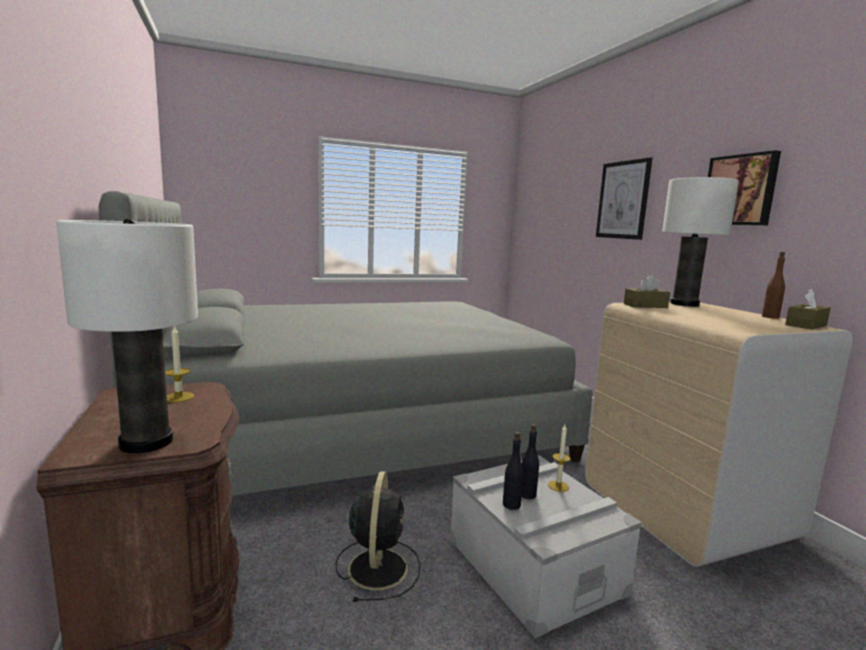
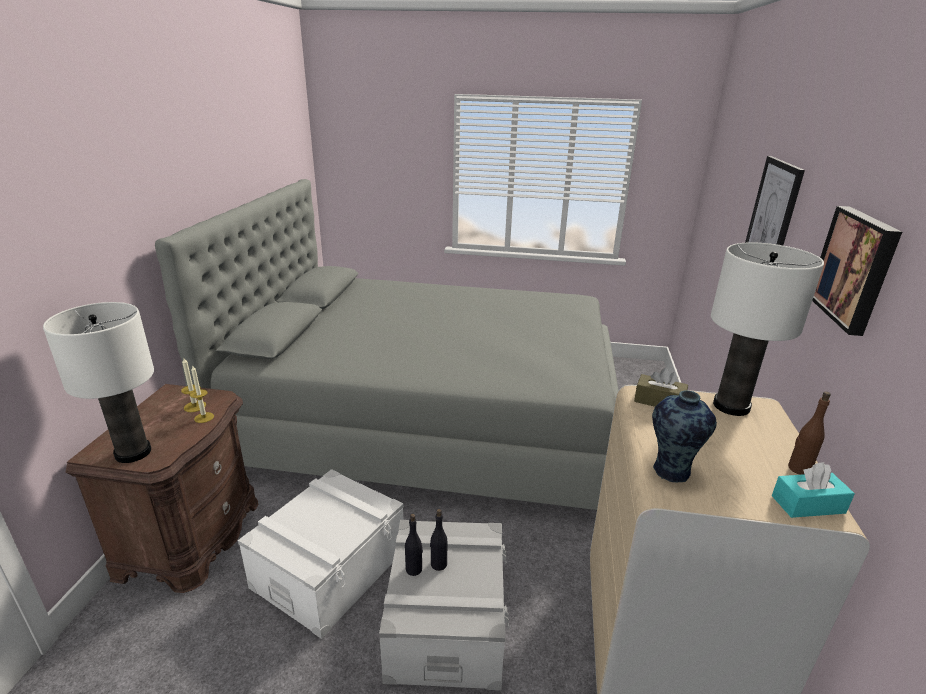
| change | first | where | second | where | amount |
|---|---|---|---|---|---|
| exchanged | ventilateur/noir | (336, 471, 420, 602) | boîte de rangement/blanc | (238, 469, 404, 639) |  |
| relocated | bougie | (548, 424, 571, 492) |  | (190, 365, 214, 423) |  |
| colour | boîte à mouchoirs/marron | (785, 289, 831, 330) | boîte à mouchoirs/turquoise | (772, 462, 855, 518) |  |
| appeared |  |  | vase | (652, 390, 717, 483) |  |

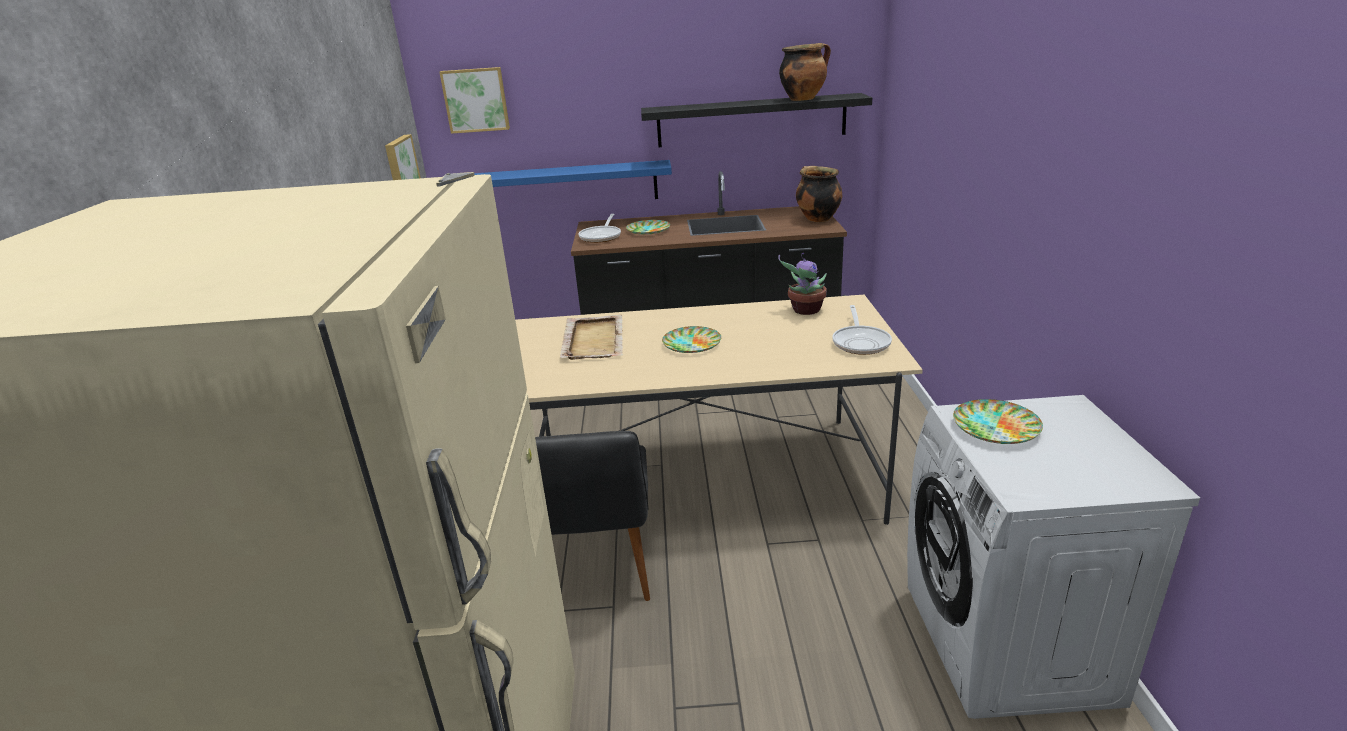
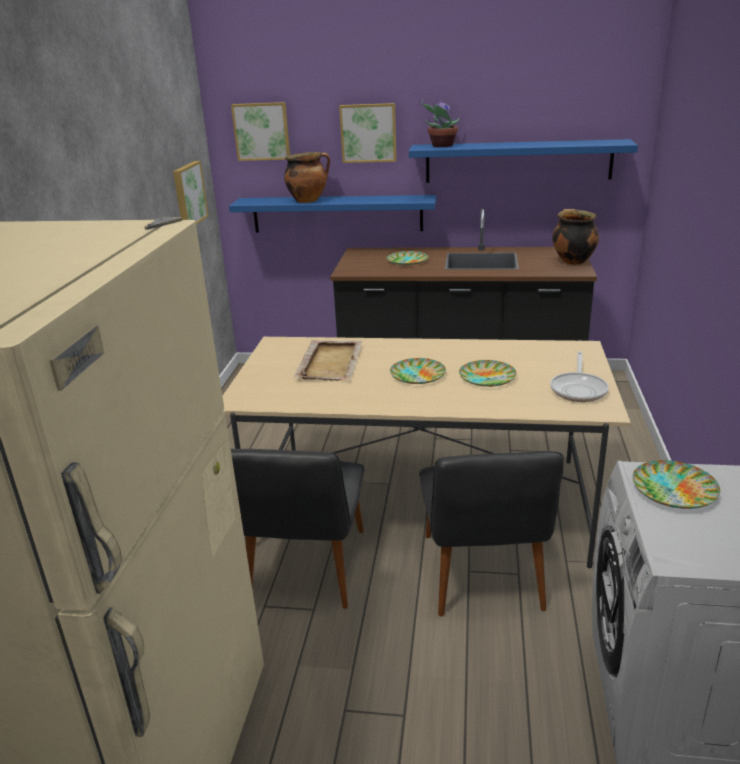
| change | first | where | second | where | amount |
|---|---|---|---|---|---|
| missing | poêle | (579, 214, 621, 243) |  |  |  |
| colour | étagère/noir | (641, 93, 872, 147) | étagère/bleu | (409, 139, 638, 183) |  |
| relocated | plante en pot | (778, 253, 827, 315) |  | (422, 95, 460, 147) |  |
| relocated | marmite | (779, 43, 831, 101) |  | (284, 152, 330, 203) |  |
| appeared |  |  | tableau | (339, 103, 397, 163) |  |
| appeared |  |  | chaise/noir | (419, 451, 564, 617) |  |
| appeared |  |  | assiette | (459, 360, 517, 387) |  |

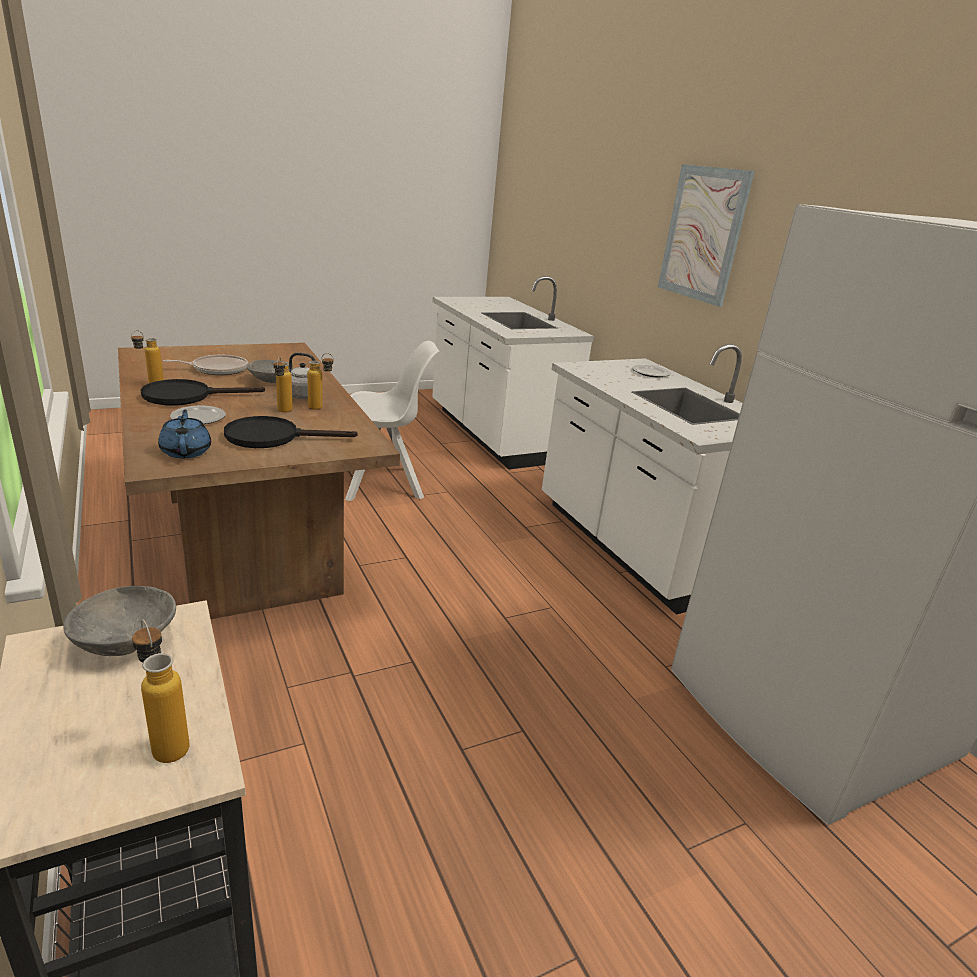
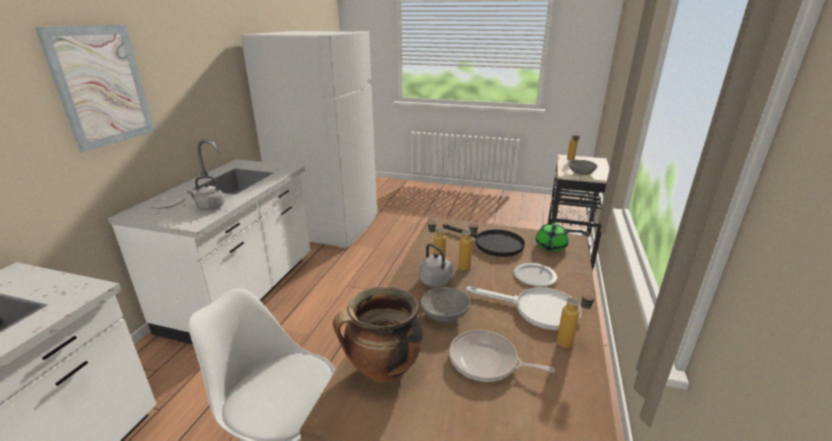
| change | first | where | second | where | amount |
|---|---|---|---|---|---|
| colour | poêle/noir | (140, 379, 265, 406) | poêle/blanc | (466, 286, 582, 330) |  |
| colour | théière/bleu | (158, 410, 211, 458) | théière/vert | (536, 222, 569, 252) |  |
| appeared |  |  | bouilloire/gris | (187, 176, 224, 210) |  |
| appeared |  |  | marmite | (333, 287, 423, 383) |  |

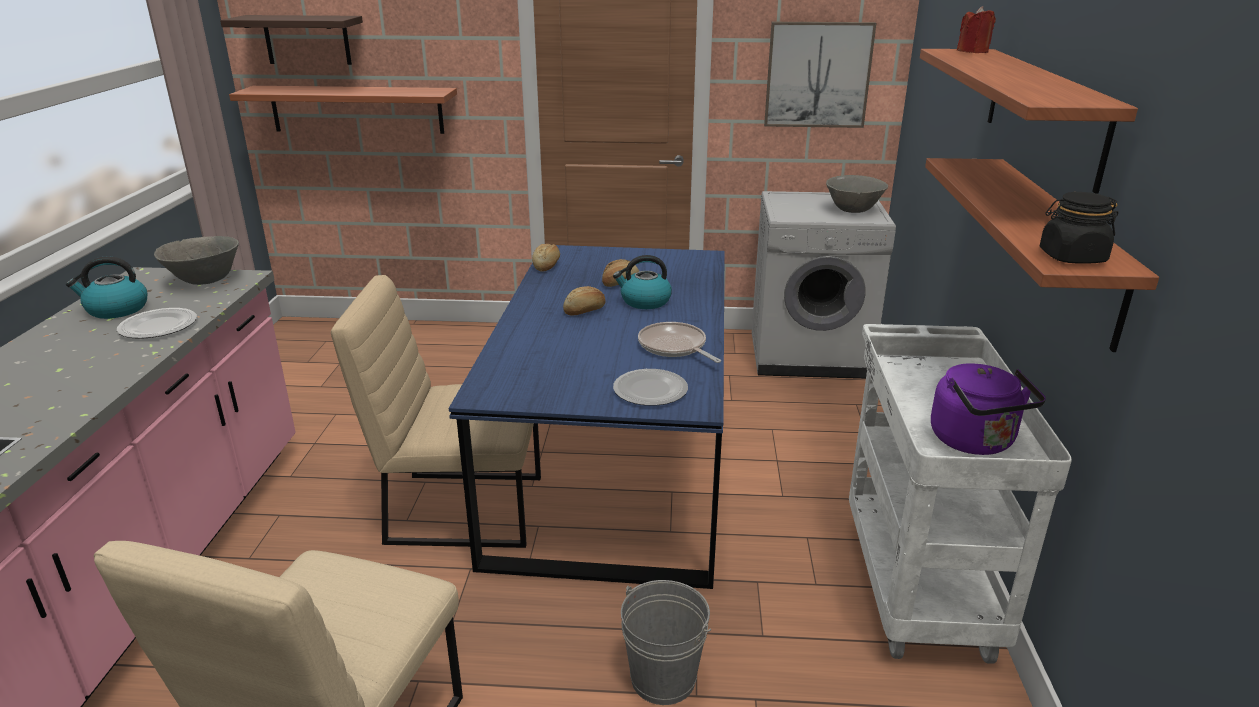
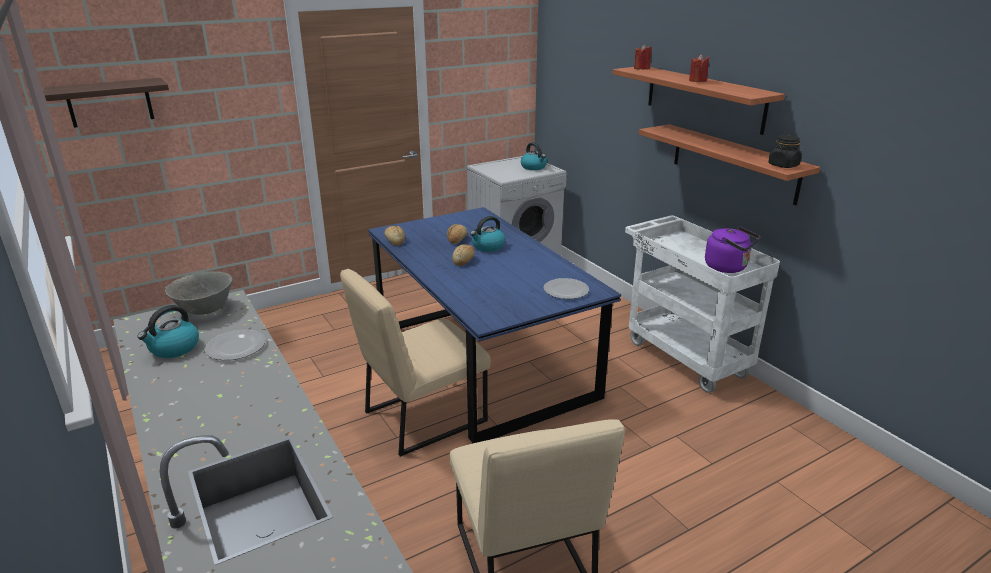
| change | first | where | second | where | amount |
|---|---|---|---|---|---|
| missing | étagère | (229, 86, 457, 134) |  |  |  |
| missing | seau/gris | (621, 580, 711, 705) |  |  |  |
| missing | poêle | (638, 322, 721, 363) |  |  |  |
| missing | tableau | (764, 22, 876, 128) |  |  |  |
| exchanged | bol/gris | (826, 175, 888, 213) | bouilloire | (521, 142, 547, 170) |  |
| appeared |  |  | bougie/rouge | (689, 54, 709, 82) |  |

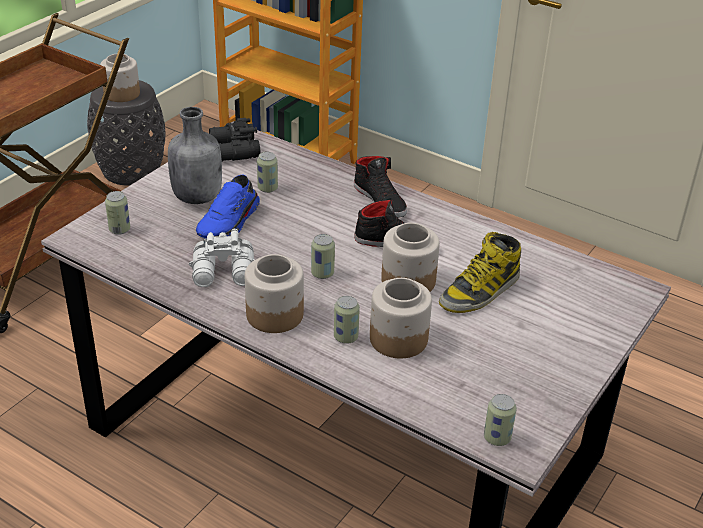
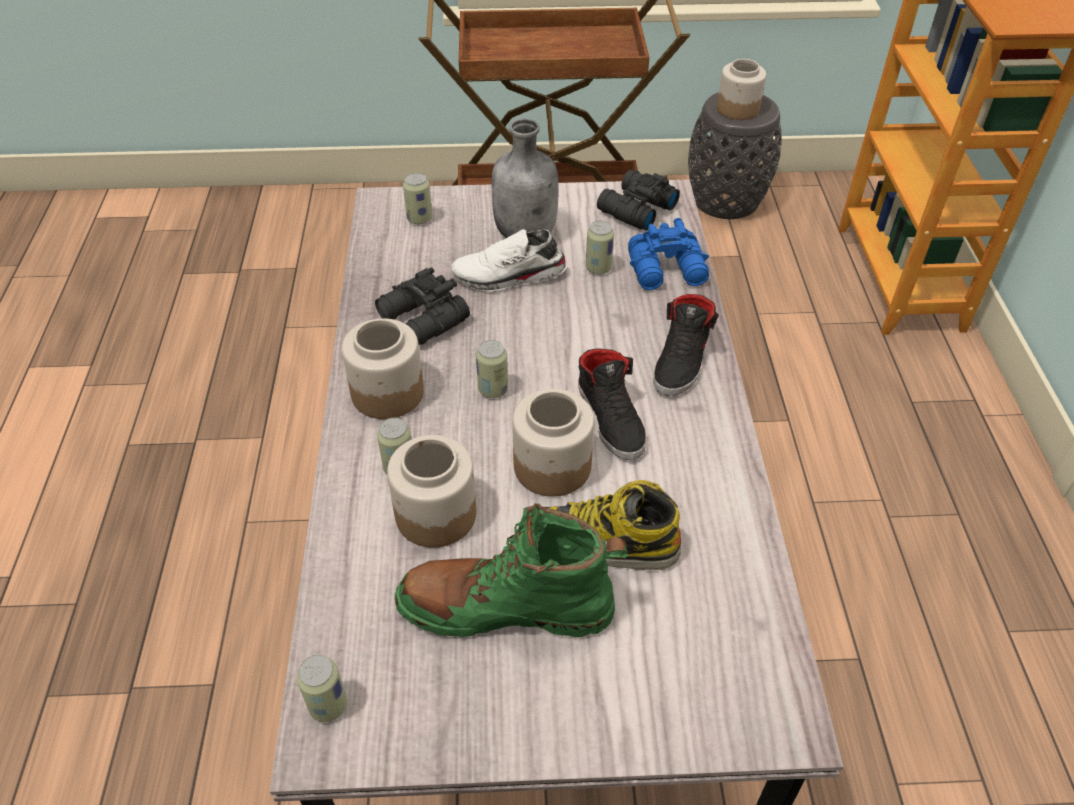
| change | first | where | second | where | amount |
|---|---|---|---|---|---|
| colour | jumelles/blanc | (189, 229, 255, 287) | jumelles/noir | (375, 267, 470, 345) |  |
| colour | chaussure/bleu | (196, 175, 260, 239) | chaussure/blanc | (451, 229, 567, 292) |  |
| appeared |  |  | botte/vert | (395, 503, 628, 637) |  |
| appeared |  |  | jumelles/bleu | (628, 218, 709, 290) |  |

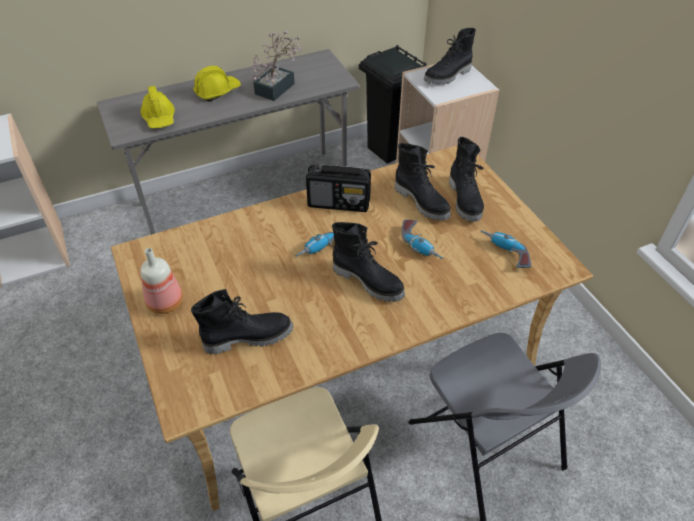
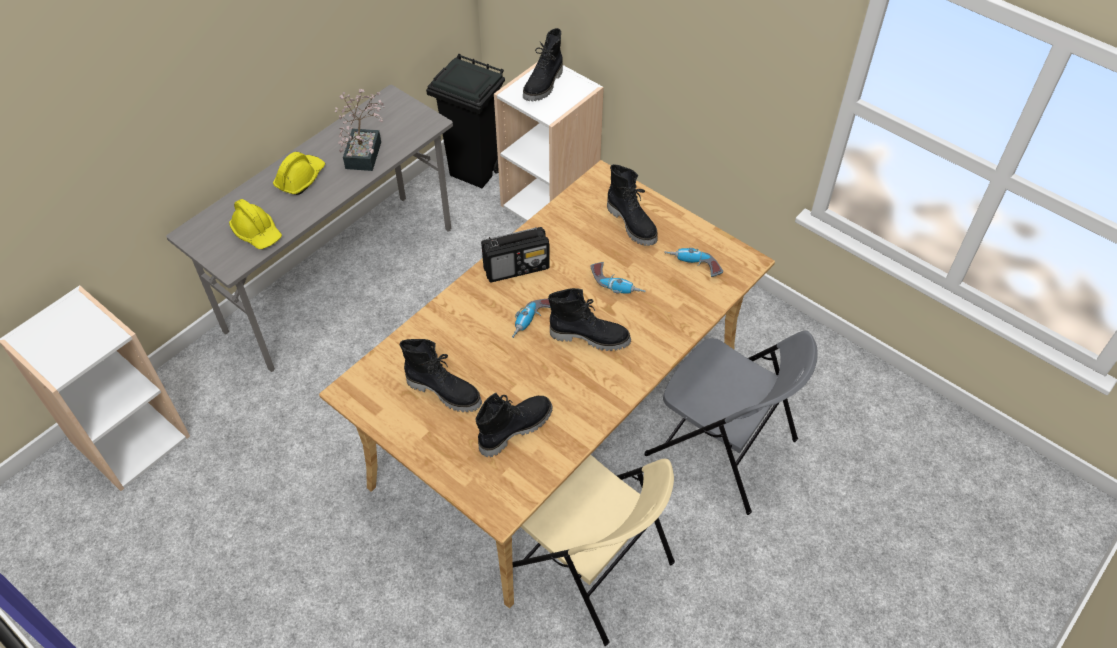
| change | first | where | second | where | amount |
|---|---|---|---|---|---|
| missing | bouteille | (140, 248, 183, 314) |  |  |  |
| relocated | botte/noir | (395, 143, 451, 221) |  | (400, 339, 482, 412) |  |

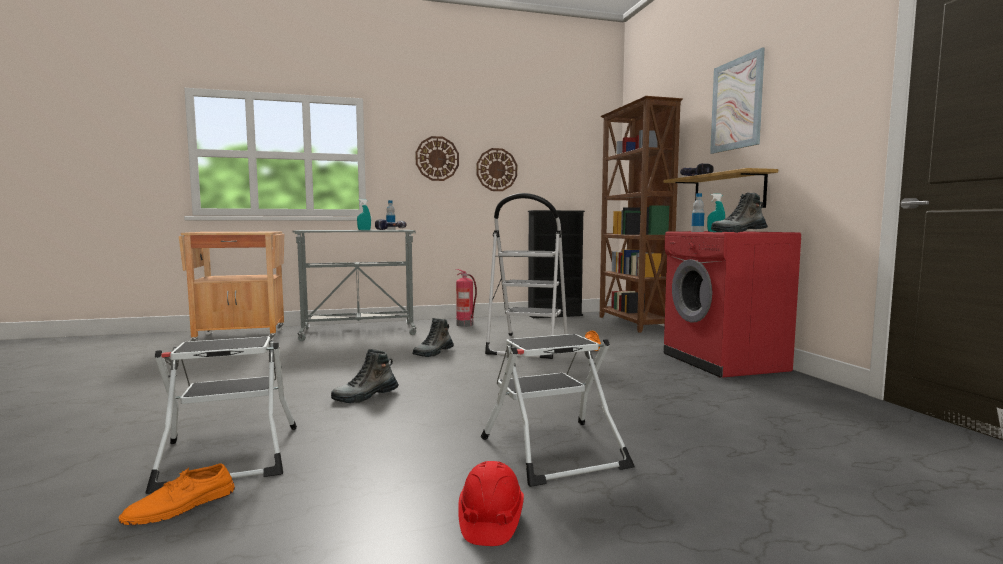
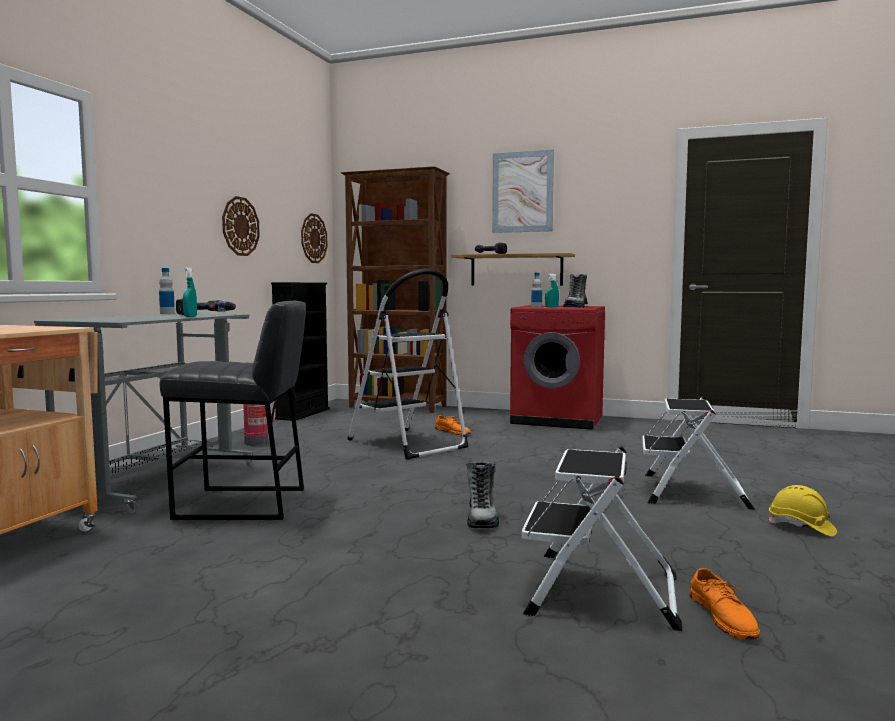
| change | first | where | second | where | amount |
|---|---|---|---|---|---|
| missing | botte | (413, 318, 454, 357) |  |  |  |
| relocated | horloge murale | (415, 136, 459, 181) |  | (301, 213, 327, 263) |  |
| colour | casque de chantier/rouge | (458, 461, 524, 546) | casque de chantier/jaune | (768, 485, 837, 537) |  |
| appeared |  |  | tabouret/gris | (160, 301, 306, 520) |  |

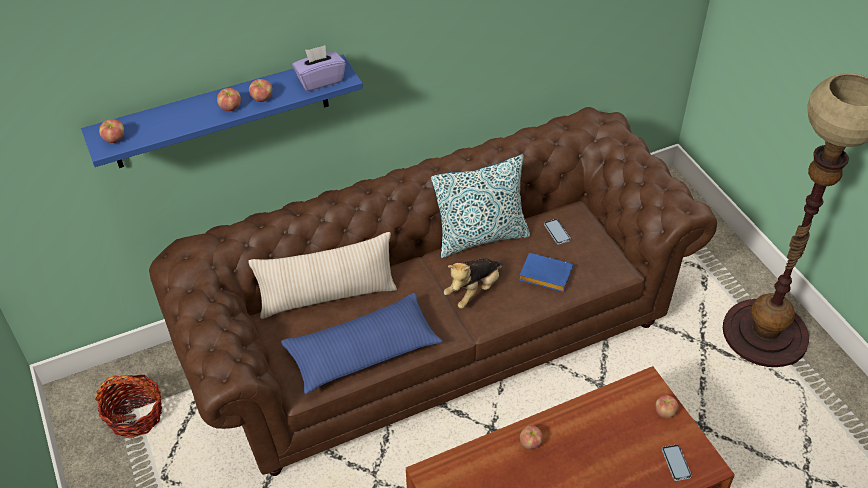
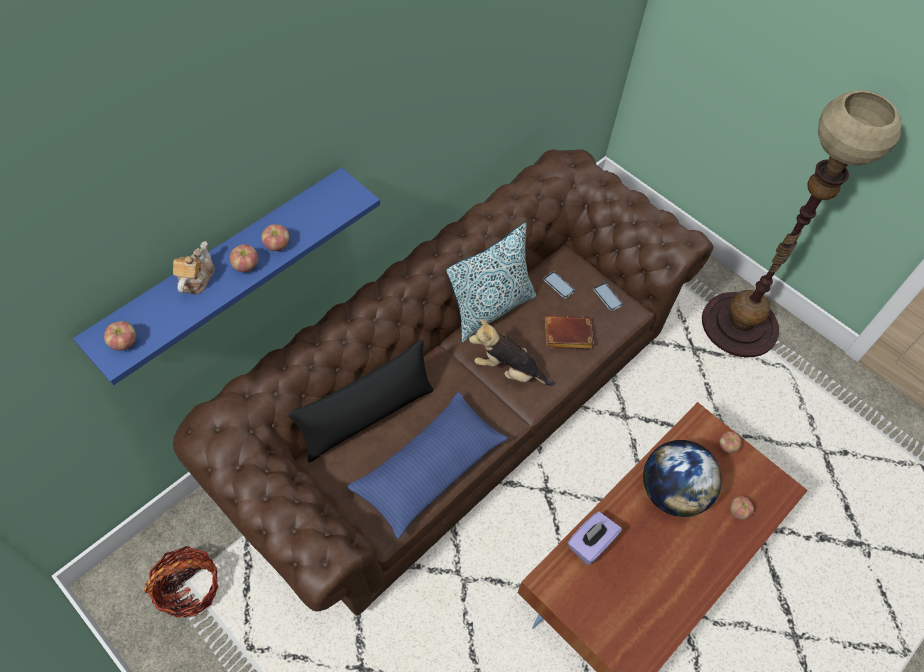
| change | first | where | second | where | amount |
|---|---|---|---|---|---|
| colour | coussin/beige | (248, 232, 397, 319) | coussin/noir | (289, 340, 434, 463) |  |
| relocated | boîte à mouchoirs/violet | (292, 45, 346, 91) |  | (568, 512, 622, 565) |  |
| spun | peluche | (444, 258, 503, 309) |  | (469, 319, 555, 386) | 90 degrees clockwise |
| colour | livre/bleu | (519, 253, 573, 292) | livre/marron | (545, 316, 594, 349) |  |
| relocated | pomme | (520, 425, 543, 449) |  | (730, 496, 754, 520) |  |
| relocated | téléphone | (662, 444, 692, 481) |  | (593, 283, 623, 311) |  |
| appeared |  |  | théière | (173, 241, 215, 294) |  |
| appeared |  |  | globe | (643, 440, 722, 517) |  |

